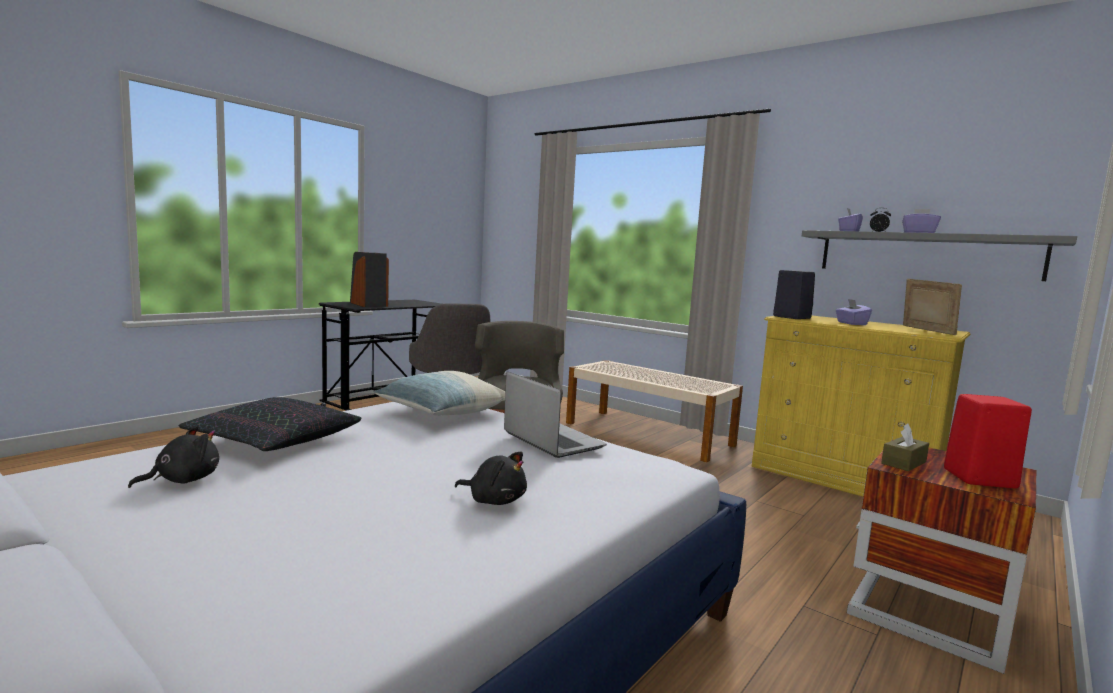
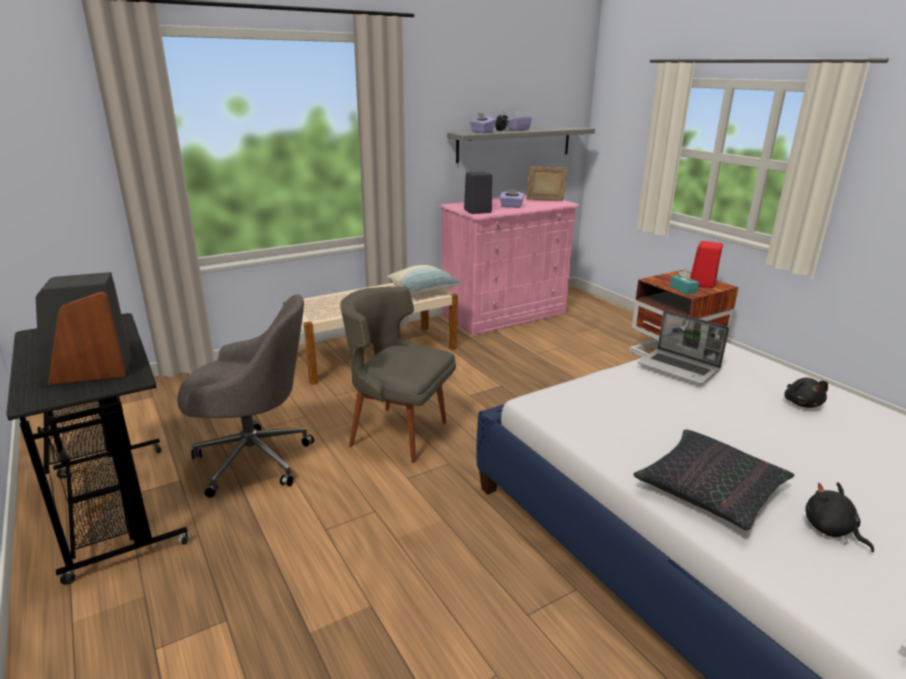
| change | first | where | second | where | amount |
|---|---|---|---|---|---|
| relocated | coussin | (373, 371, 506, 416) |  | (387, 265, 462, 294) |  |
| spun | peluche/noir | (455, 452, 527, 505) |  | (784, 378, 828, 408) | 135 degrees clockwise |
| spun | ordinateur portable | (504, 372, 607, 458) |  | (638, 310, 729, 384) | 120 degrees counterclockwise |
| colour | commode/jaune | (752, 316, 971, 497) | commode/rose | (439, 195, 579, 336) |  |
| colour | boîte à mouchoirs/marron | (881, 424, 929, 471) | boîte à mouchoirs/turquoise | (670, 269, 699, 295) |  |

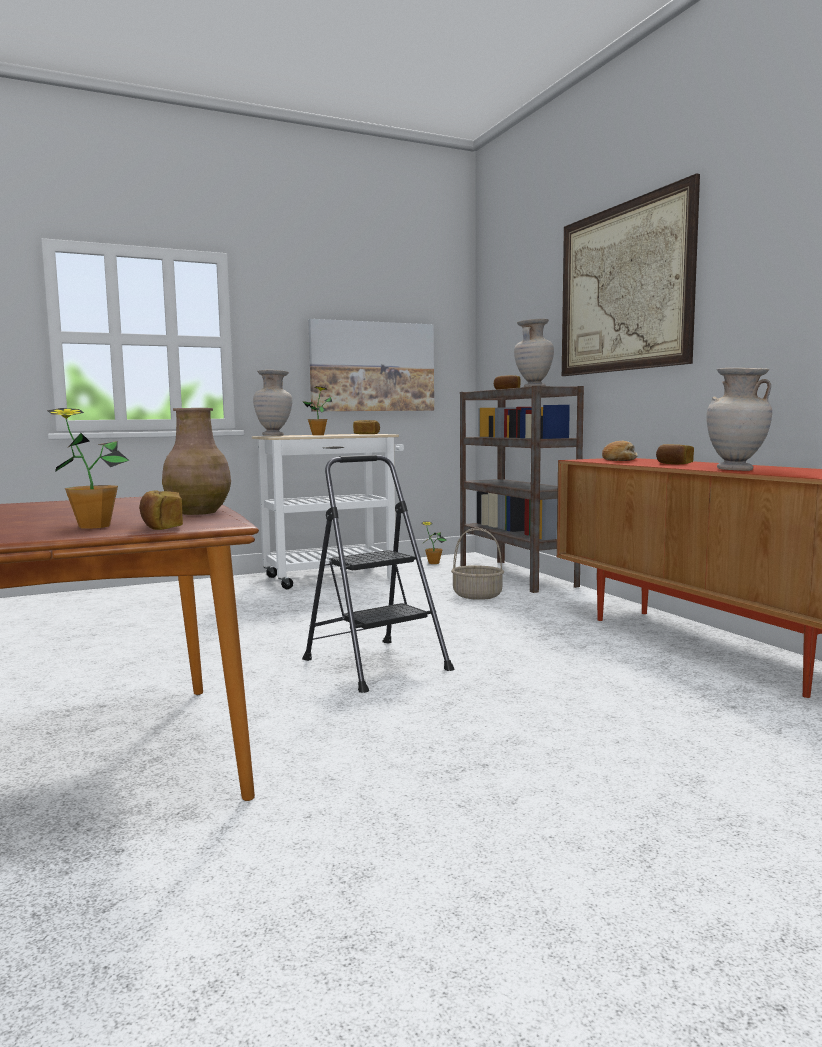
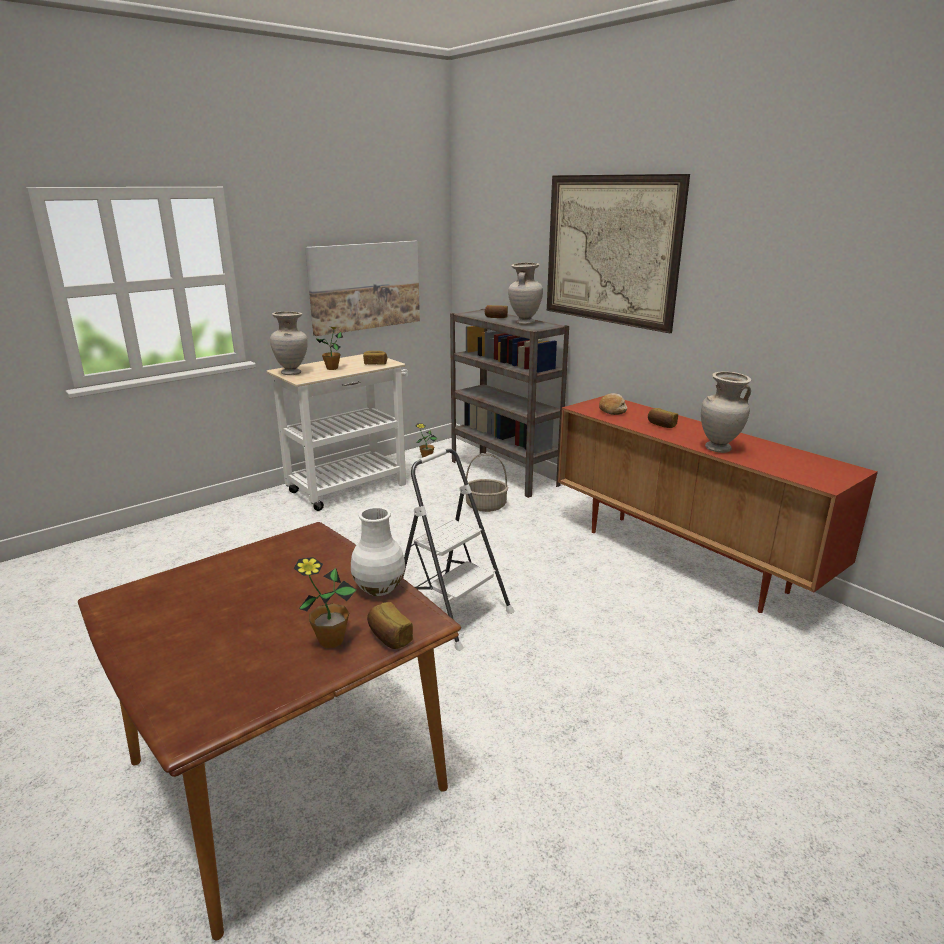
| change | first | where | second | where | amount |
|---|---|---|---|---|---|
| colour | vase/marron | (162, 408, 231, 515) | vase/blanc | (351, 507, 405, 596) |  |
| colour | escabeau/noir | (302, 455, 455, 693) | escabeau/blanc | (402, 449, 514, 651) |  |

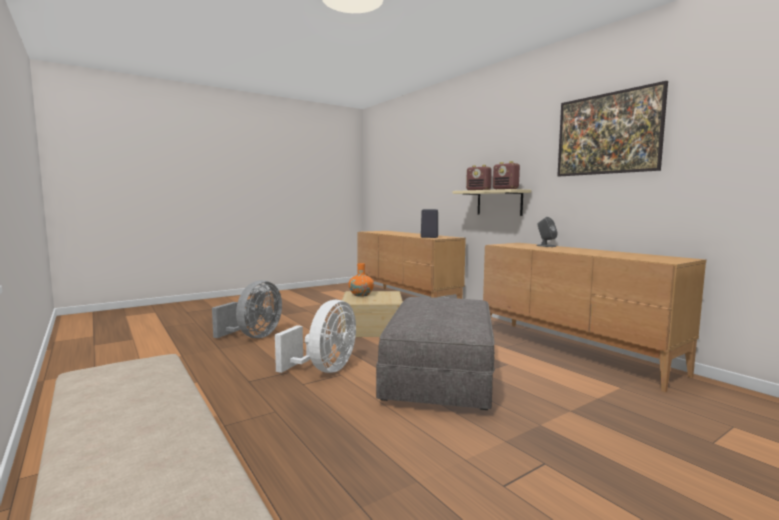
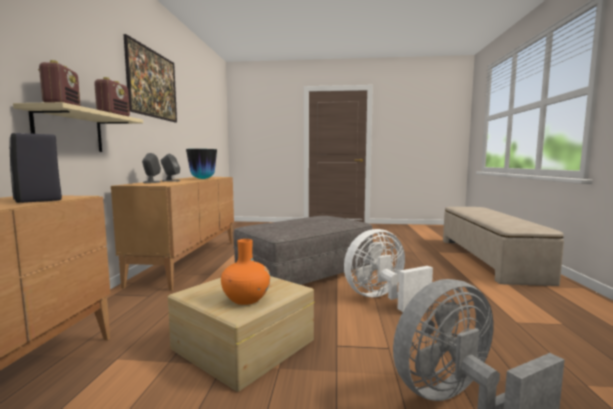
| change | first | where | second | where | amount |
|---|---|---|---|---|---|
| appeared |  |  | enceinte/gris | (161, 154, 180, 182) |  |
| appeared |  |  | vase | (186, 149, 217, 179) |  |

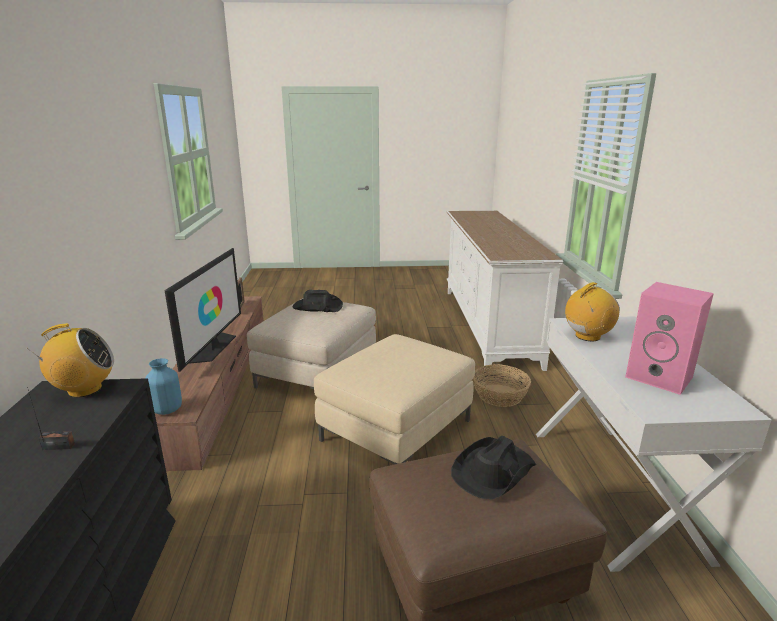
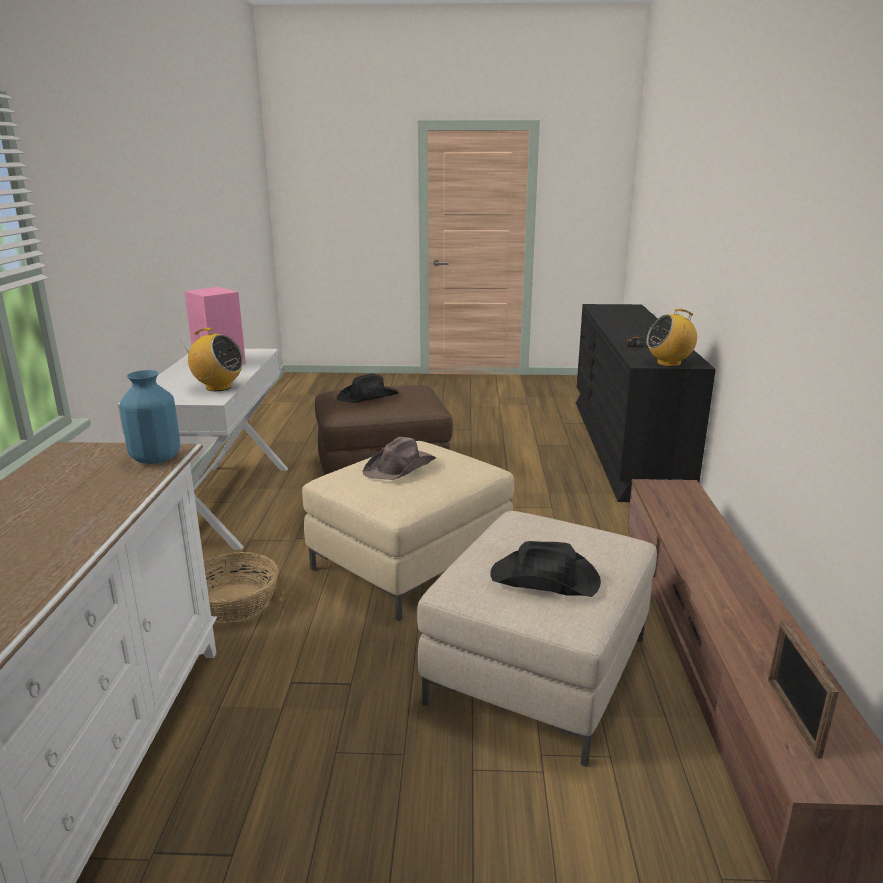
| change | first | where | second | where | amount |
|---|---|---|---|---|---|
| relocated | vase/bleu | (146, 358, 182, 415) |  | (120, 370, 180, 464) |  |
| missing | téléviseur | (164, 248, 241, 372) |  |  |  |
| spun | radio | (565, 282, 620, 341) |  | (180, 328, 244, 391) | 135 degrees counterclockwise |
| appeared |  |  | chapeau/marron | (362, 437, 436, 480) |  |

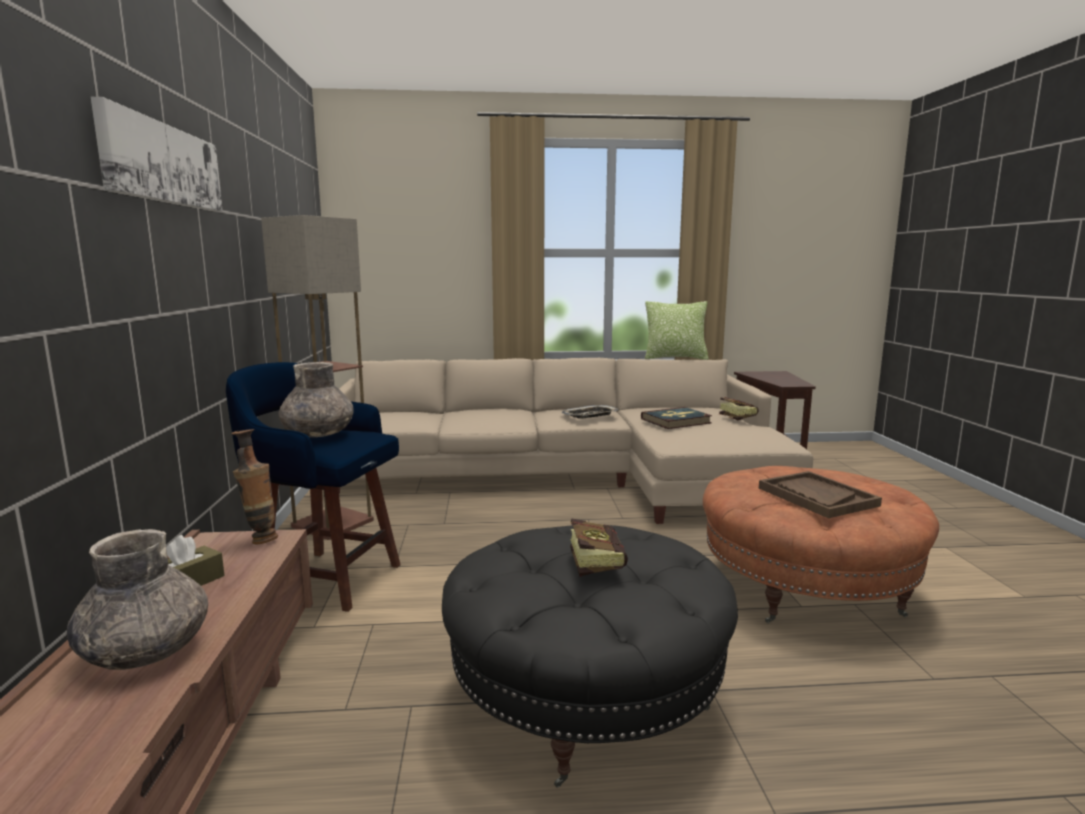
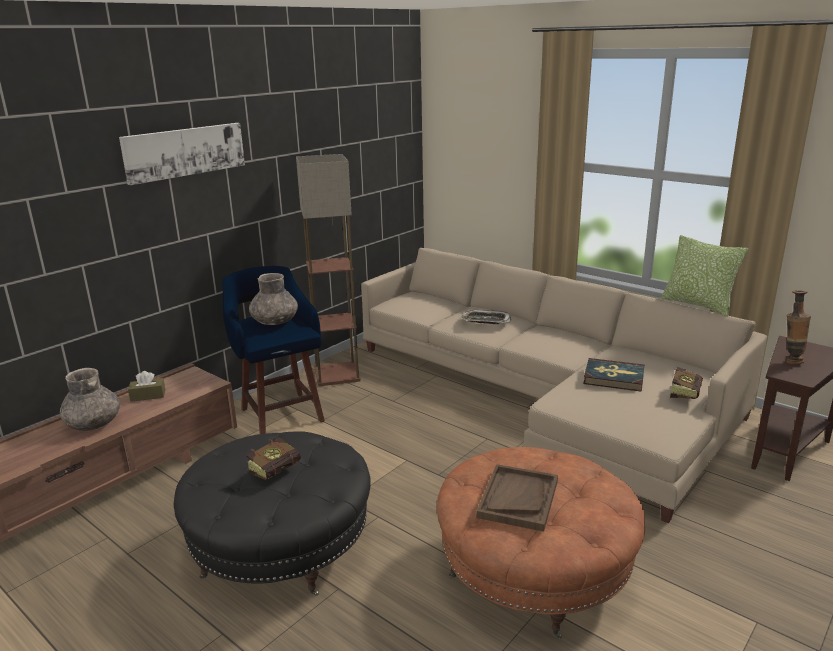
| change | first | where | second | where | amount |
|---|---|---|---|---|---|
| relocated | vase | (231, 429, 278, 544) |  | (786, 290, 811, 364) |  |
| relocated | plateau | (562, 405, 618, 419) |  | (461, 310, 511, 324) |  |

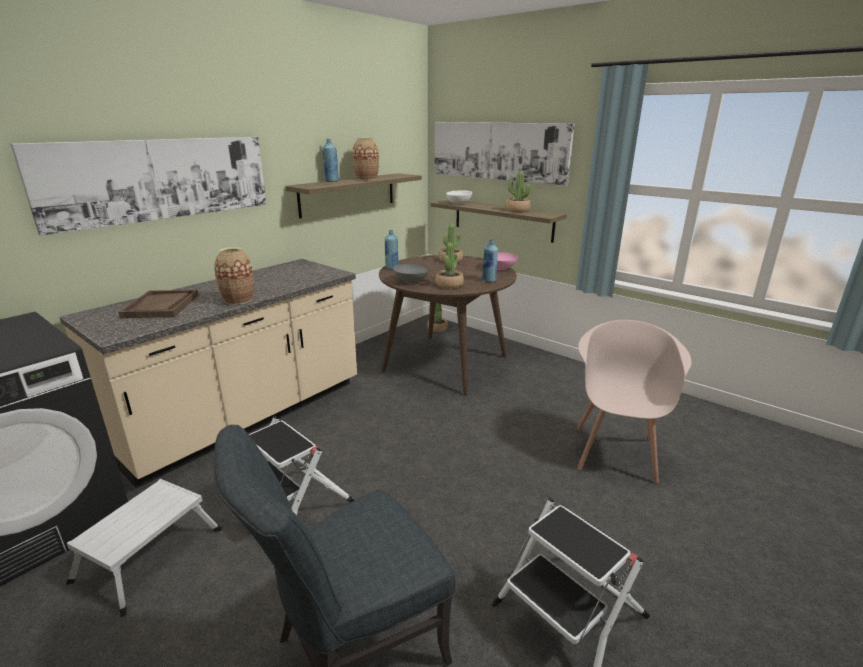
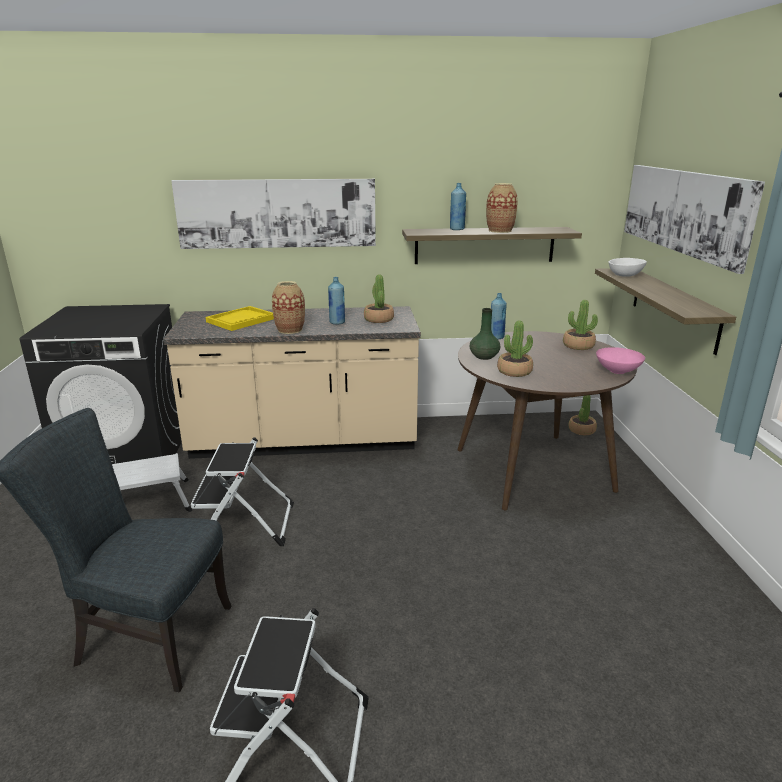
| change | first | where | second | where | amount |
|---|---|---|---|---|---|
| colour | plateau/marron | (118, 290, 199, 318) | plateau/jaune | (206, 306, 274, 331) |  |
| exchanged | bol/gris | (393, 263, 430, 284) | vase/vert | (470, 308, 500, 360) |  |
| relocated | bouteille/bleu | (482, 239, 498, 282) |  | (328, 277, 345, 325) |  |
| relocated | plante en pot | (505, 171, 531, 212) |  | (364, 274, 394, 323) |  |
| missing | chaise/beige | (577, 320, 692, 483) |  |  |  |

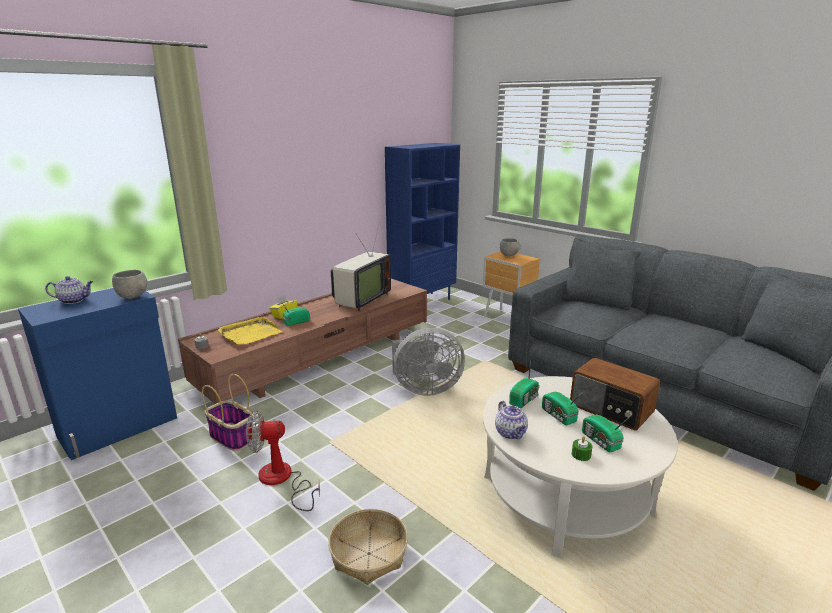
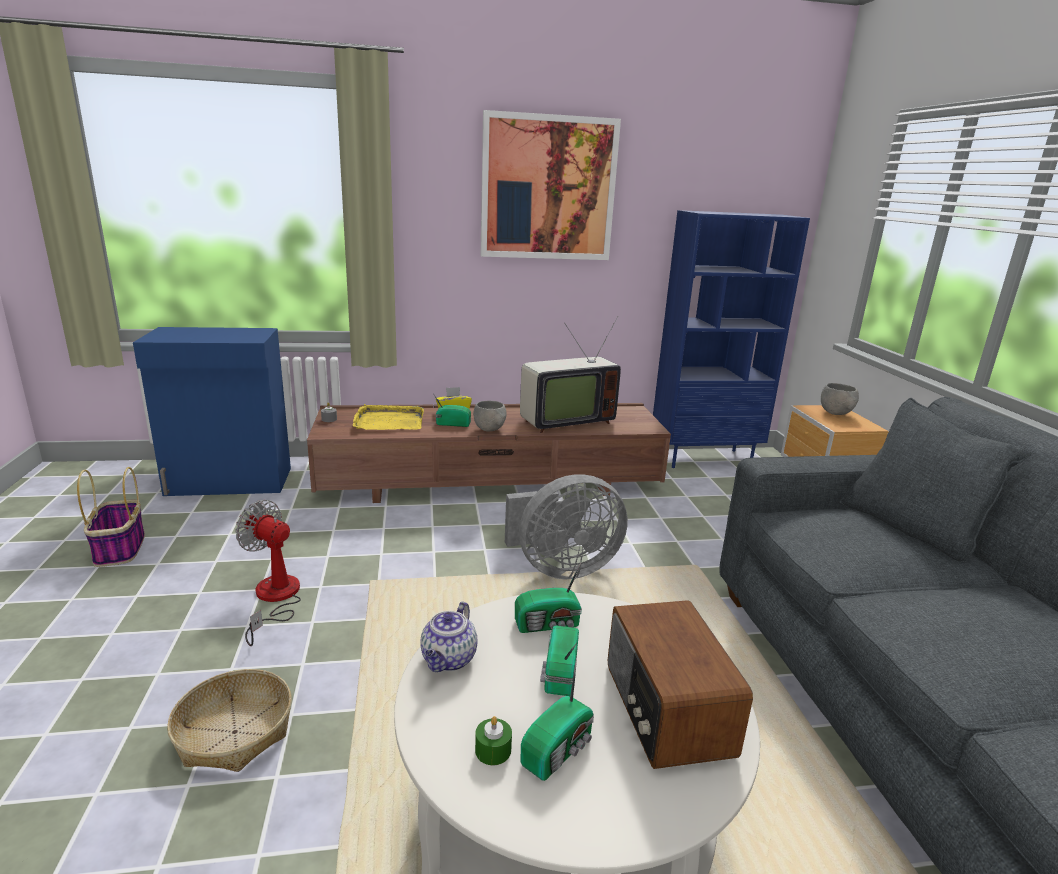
| change | first | where | second | where | amount |
|---|---|---|---|---|---|
| missing | théière | (45, 276, 93, 304) |  |  |  |
| relocated | bol/gris | (112, 270, 147, 299) |  | (473, 401, 506, 431) |  |
| relocated | panier | (202, 374, 253, 451) |  | (77, 467, 145, 567) |  |
| spun | ventilateur/gris | (392, 328, 465, 396) |  | (505, 474, 628, 579) | 45 degrees counterclockwise |
| spun | radio | (582, 414, 628, 453) |  | (520, 656, 594, 781) | 150 degrees counterclockwise |
| appeared |  |  | tableau | (481, 110, 621, 260) |  |

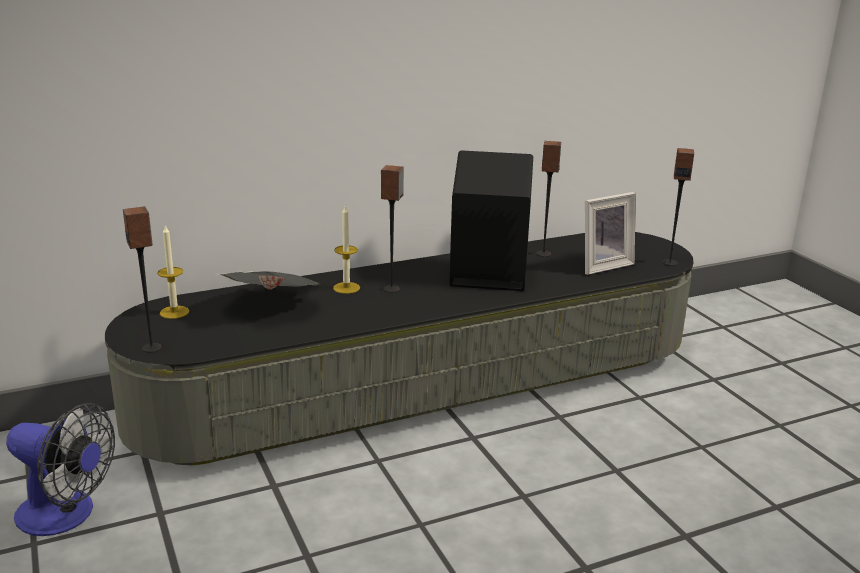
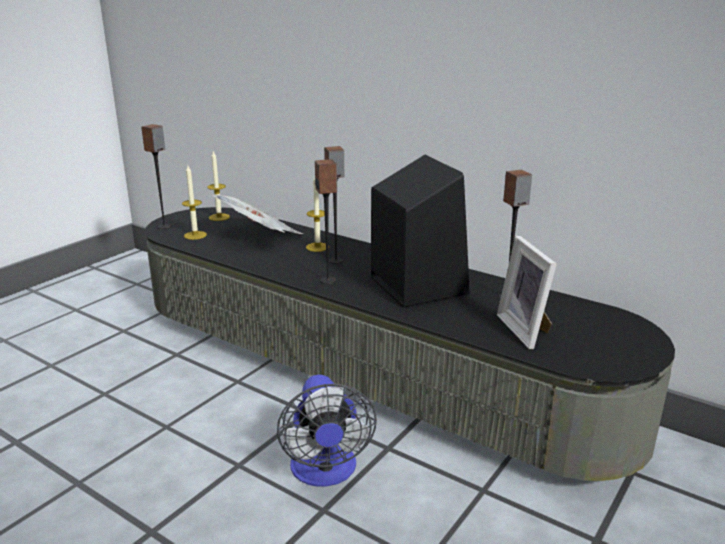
| change | first | where | second | where | amount |
|---|---|---|---|---|---|
| relocated | ventilateur | (6, 403, 115, 536) |  | (277, 375, 377, 487) |  |
| spun | cadre photo | (585, 192, 636, 275) |  | (497, 236, 557, 349) | 45 degrees clockwise |
| relocated | enceinte | (662, 148, 694, 266) |  | (315, 159, 337, 284) |  |
| appeared |  |  | bougie | (182, 166, 207, 240) |  |

